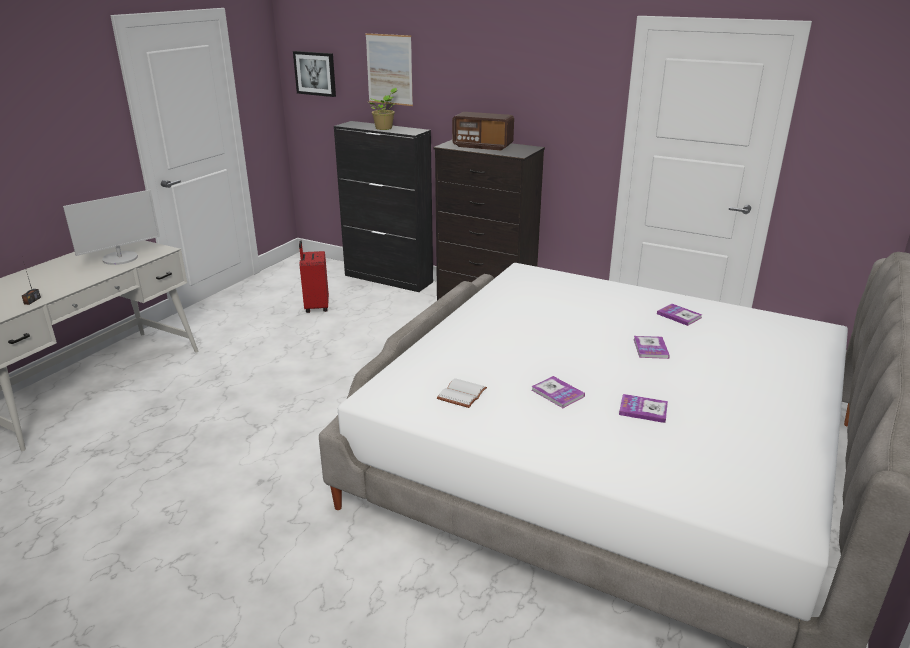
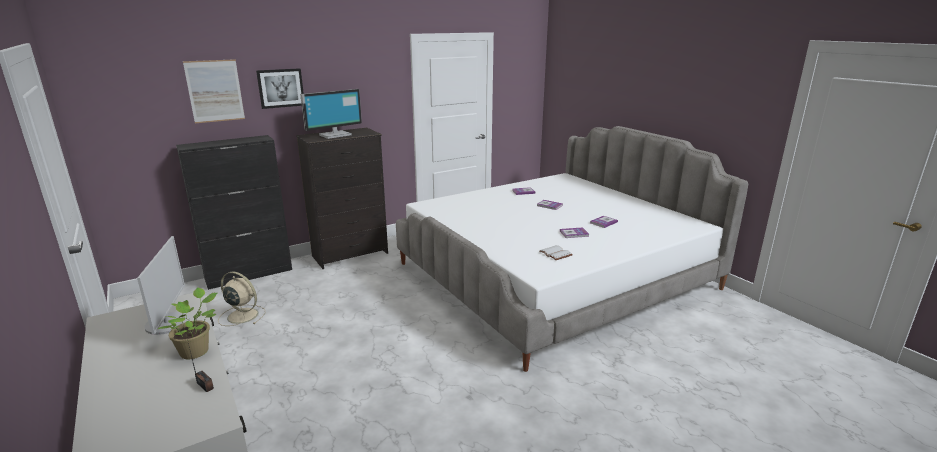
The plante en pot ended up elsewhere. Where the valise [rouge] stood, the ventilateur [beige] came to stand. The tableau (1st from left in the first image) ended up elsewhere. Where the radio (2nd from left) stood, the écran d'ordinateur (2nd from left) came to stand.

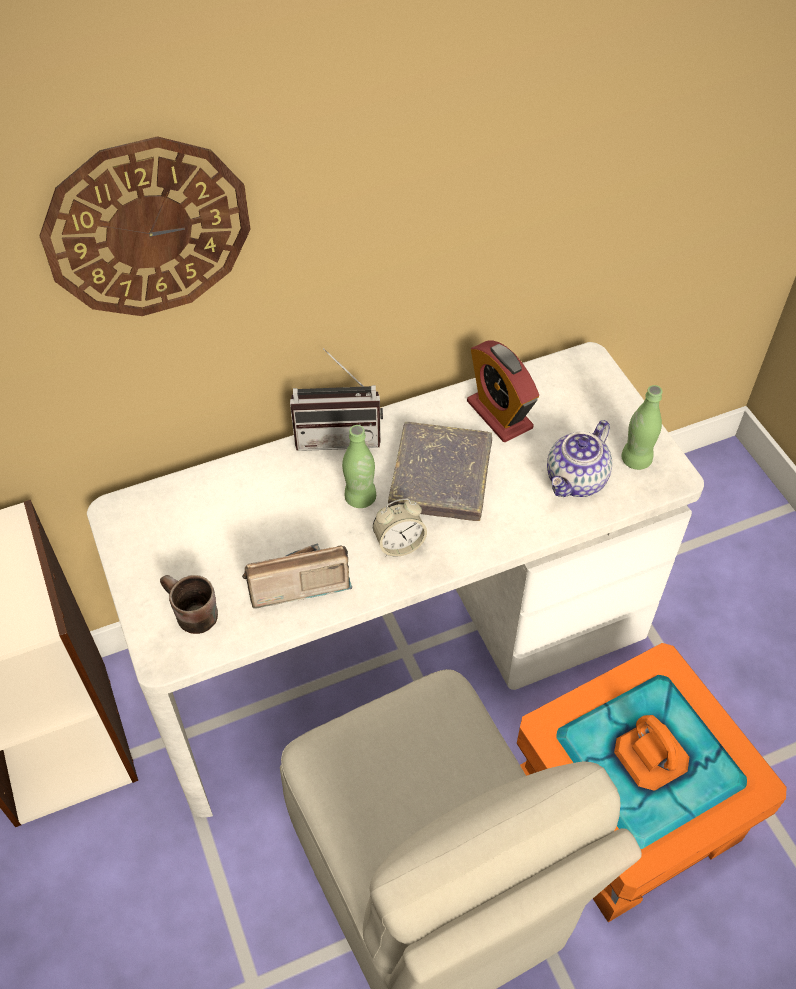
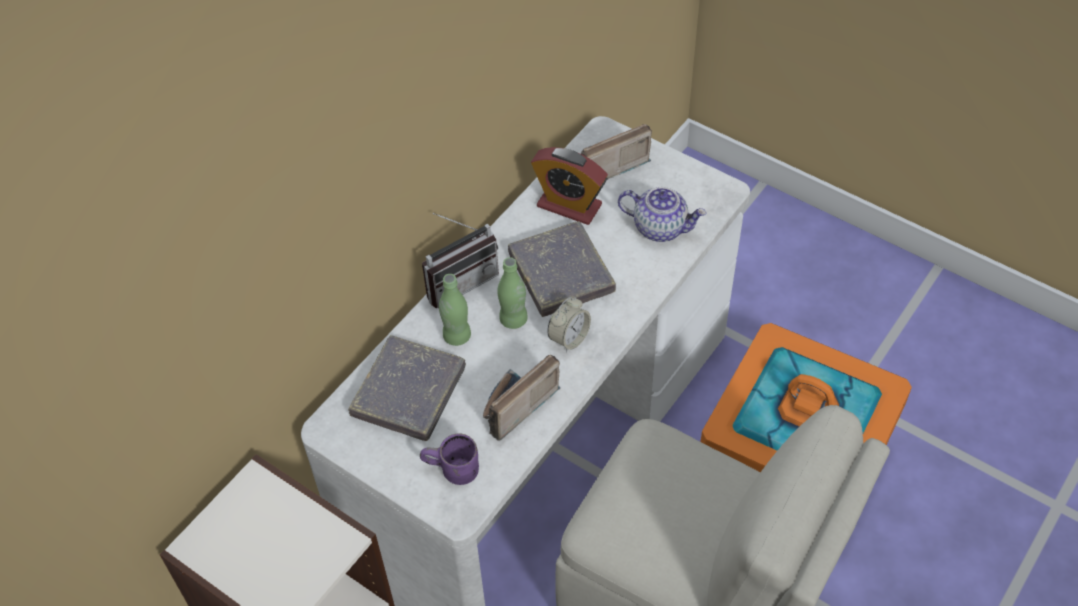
The second view gained the livre [gris] (1st from left). What was the mug [marron] turned into the mug [violet]. The bouteille [vert] (2nd from left in the first image) ended up elsewhere. The second view gained the radio (3rd from left). The théière ended up facing another way, 75 degrees counterclockwise from before. The second view lost the horloge murale.

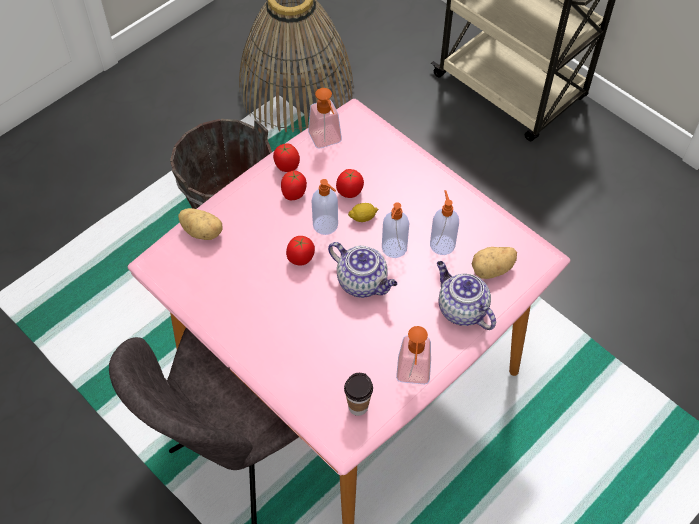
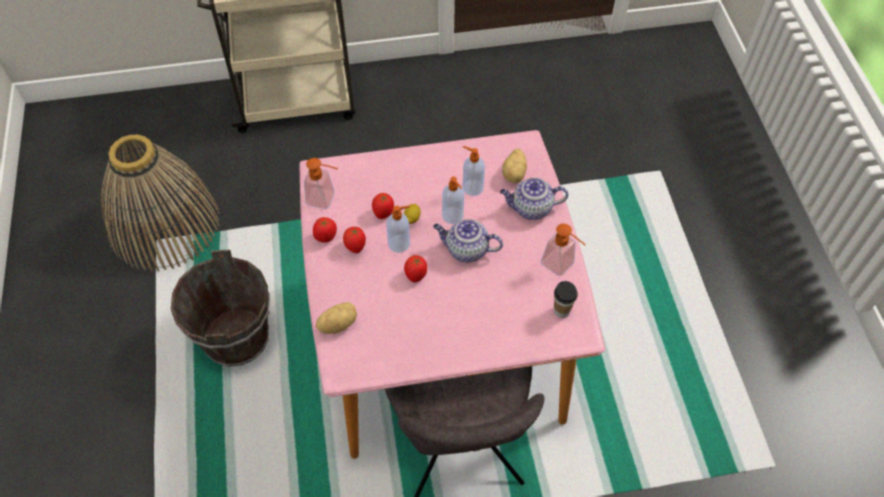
The théière (1st from left) ended up facing another way, 150 degrees counterclockwise from before.

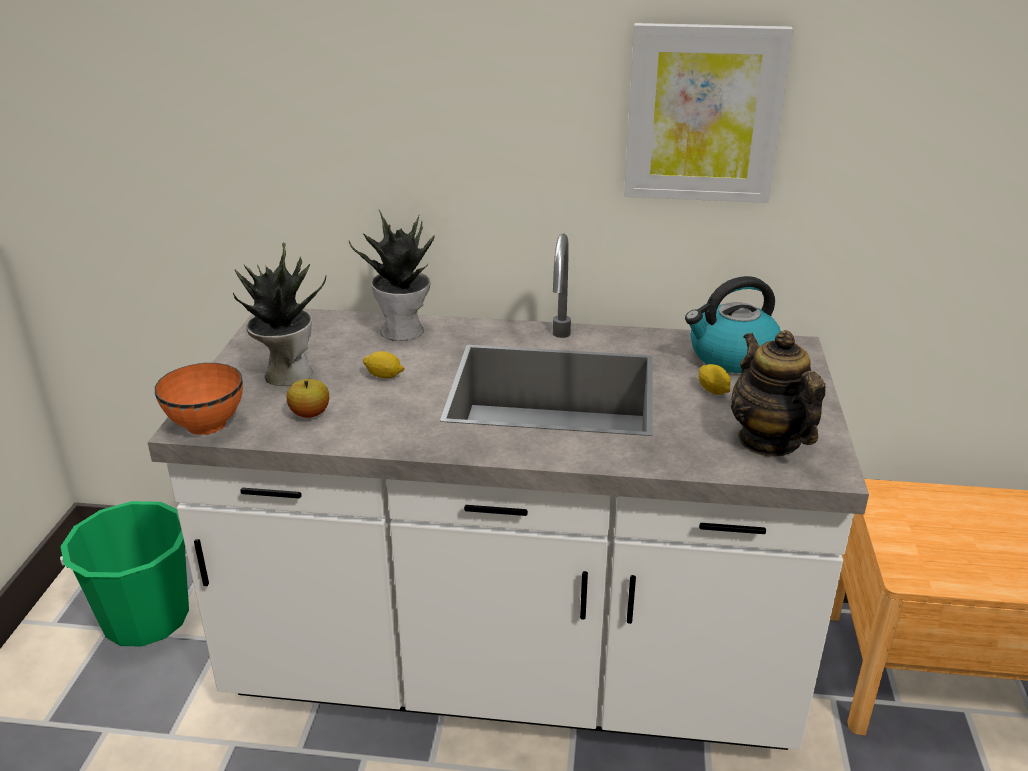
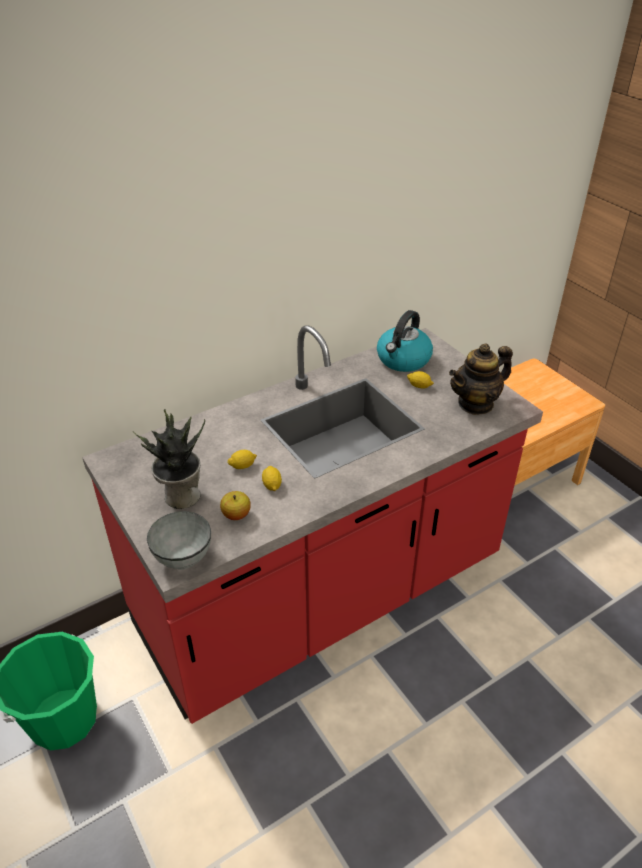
What was the comptoir de cuisine [blanc] turned into the comptoir de cuisine [rouge]. What was the bol [orange] turned into the bol [gris]. The second view gained the citron (2nd from left). The théière ended up facing another way, 60 degrees counterclockwise from before. The second view lost the plante en pot (2nd from left). The second view lost the tableau.

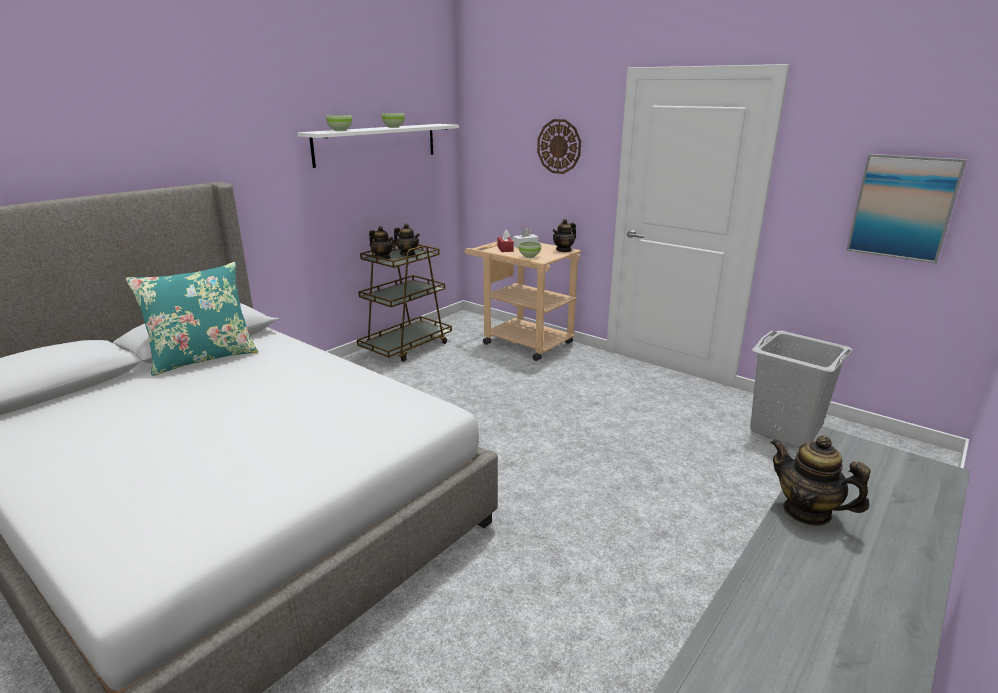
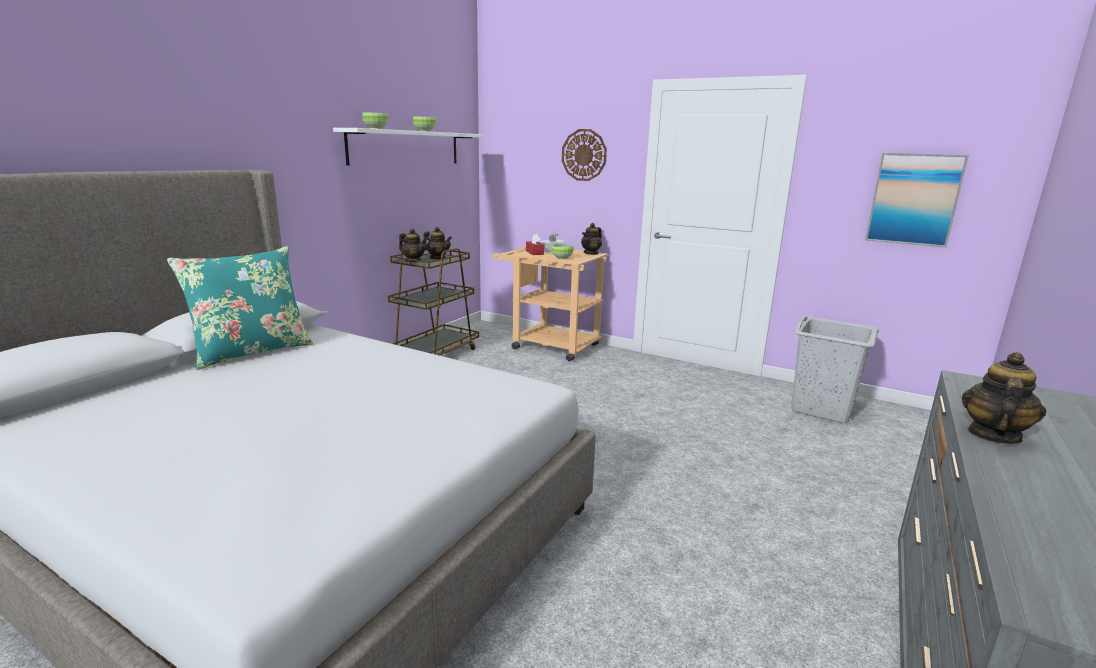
The théière (4th from left) ended up facing another way, 90 degrees clockwise from before.

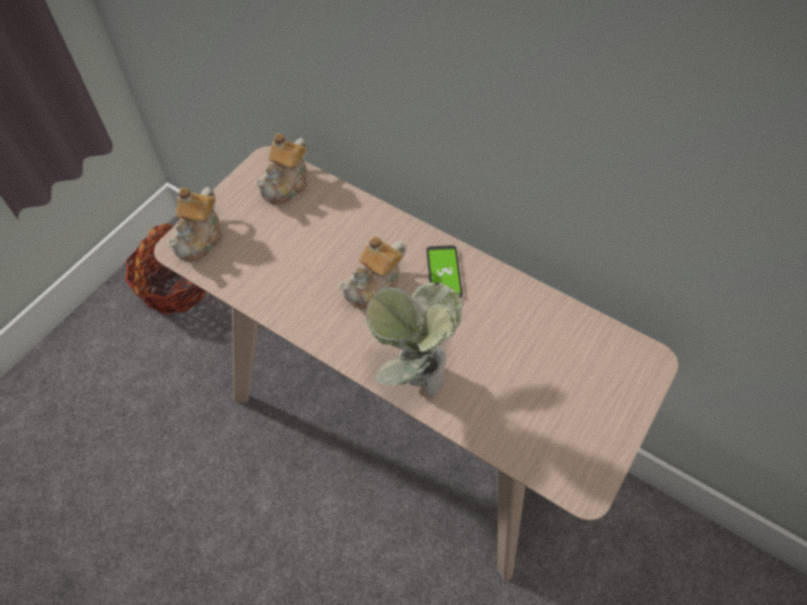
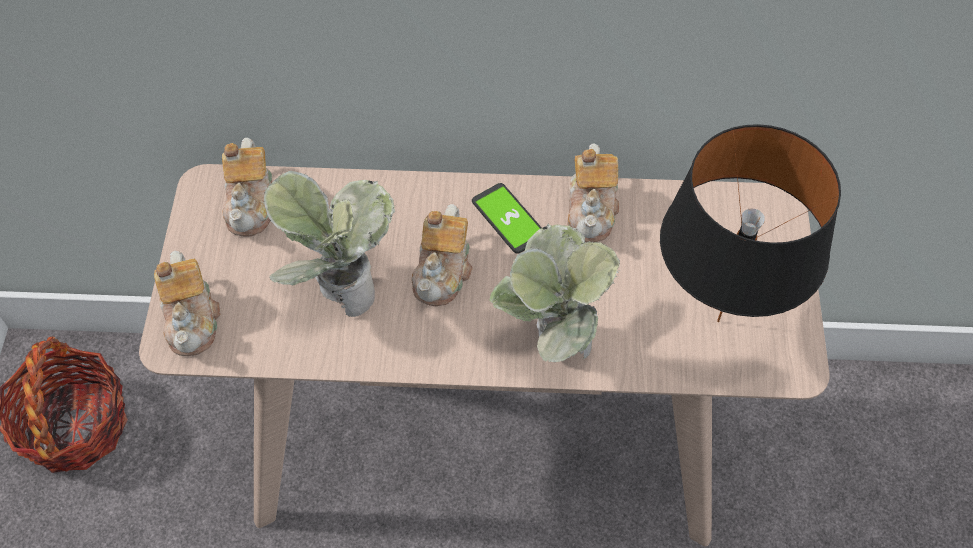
The second view gained the plante en pot (1st from left). The second view gained the théière (4th from left). The second view gained the lampe de table [noir].

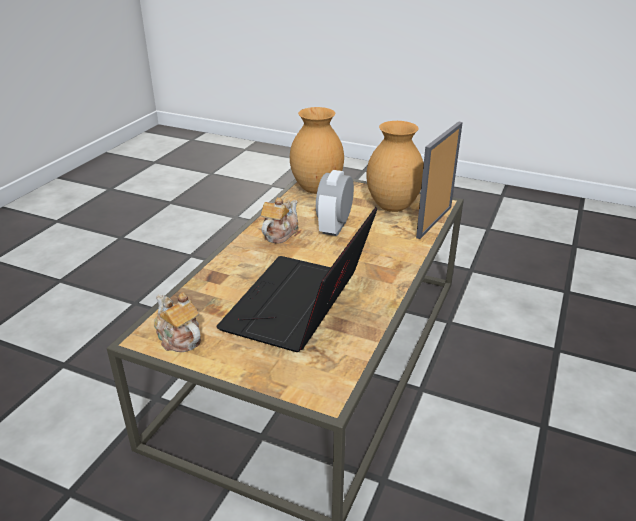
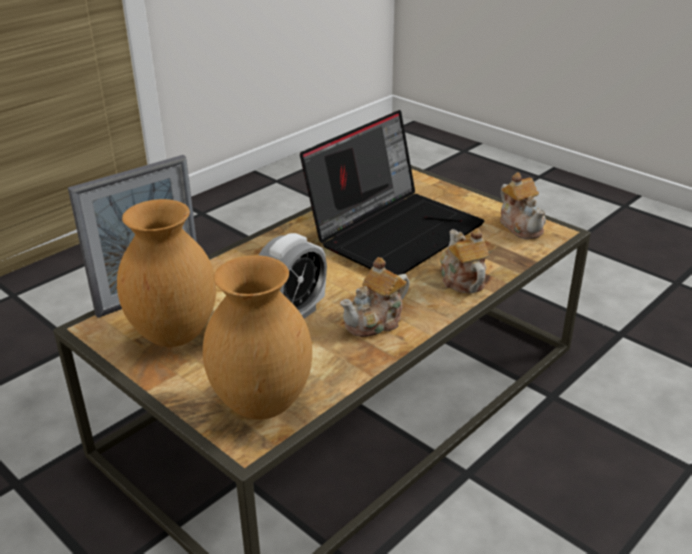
The second view gained the théière (2nd from left).

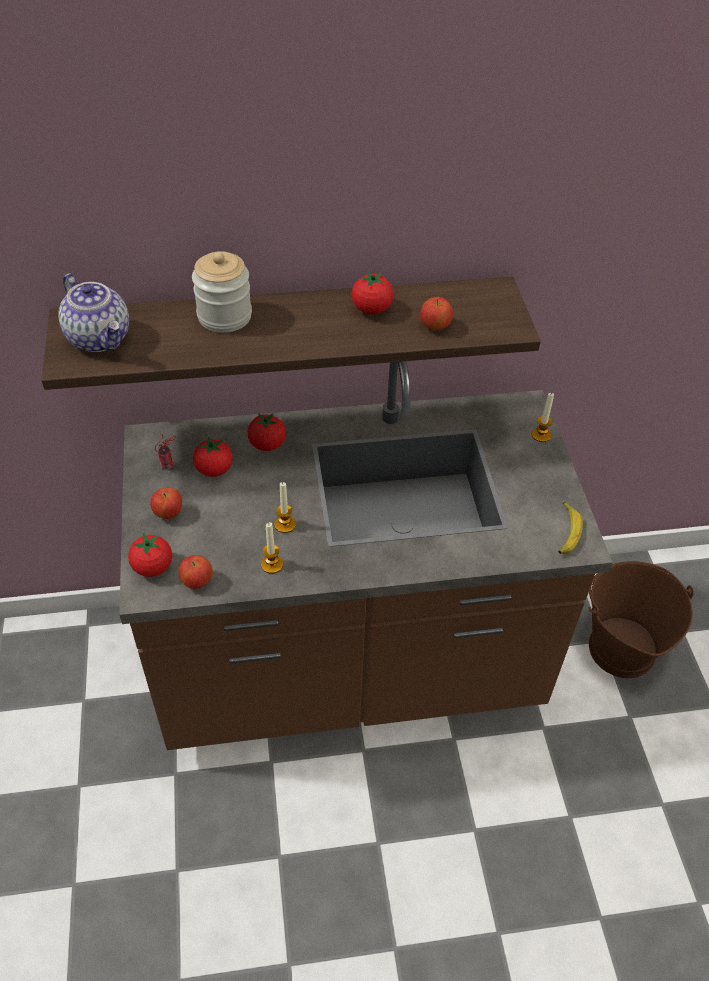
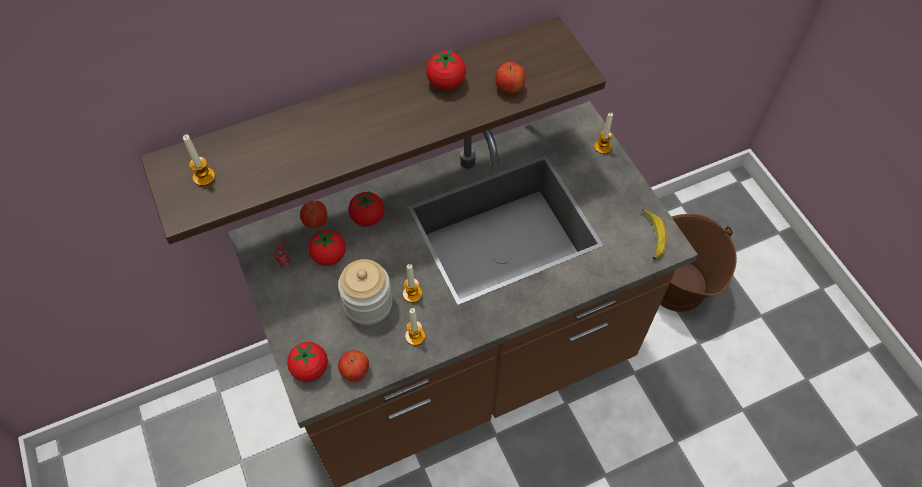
Where the théière stood, the bougie (1st from left) came to stand. The pomme (1st from left) ended up elsewhere. The bocal ended up elsewhere.

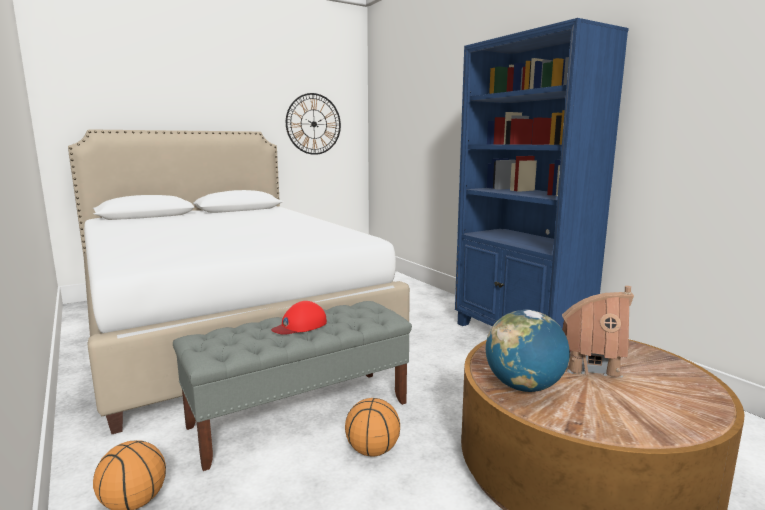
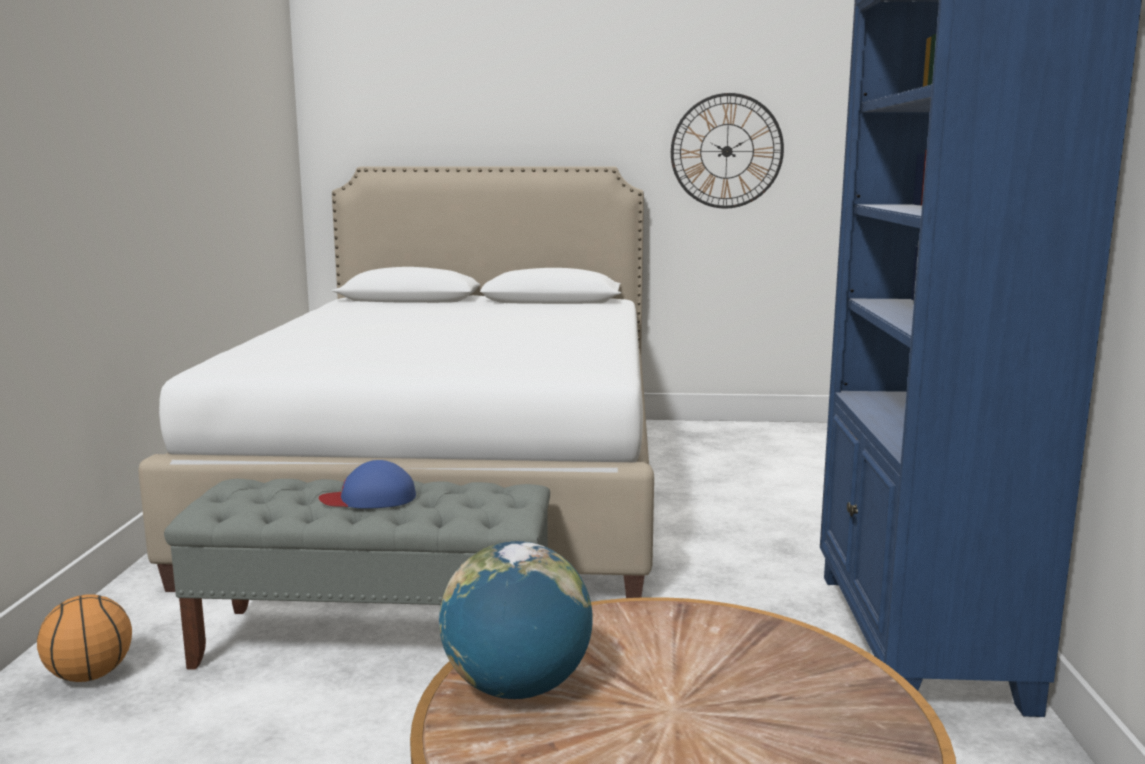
What was the casquette [rouge] turned into the casquette [bleu]. The second view lost the ballon de basket (2nd from left). The second view lost the maison miniature.

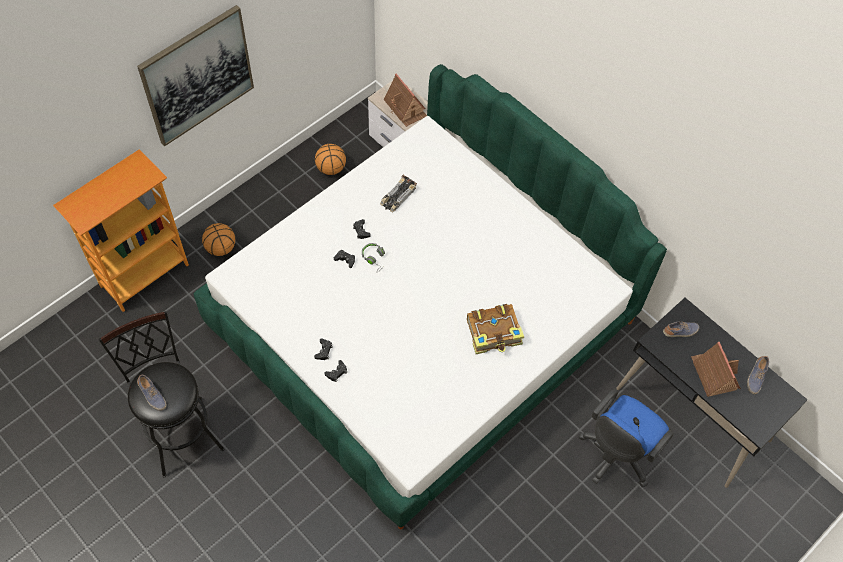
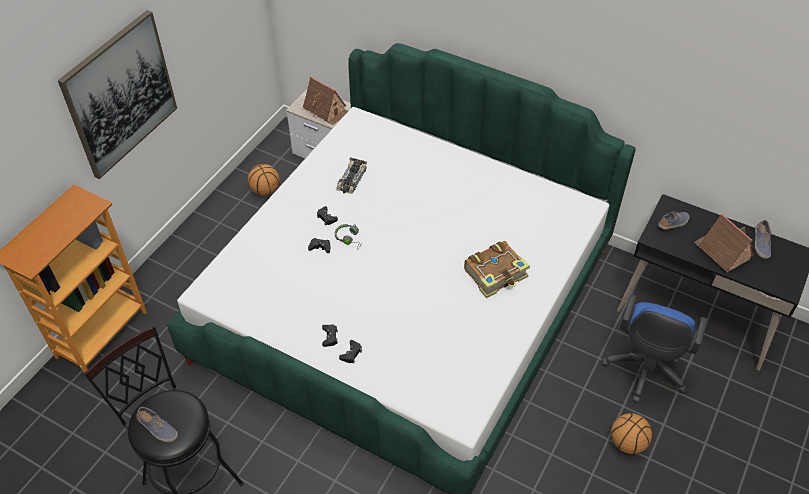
The ballon de basket (1st from left in the first image) ended up elsewhere.

